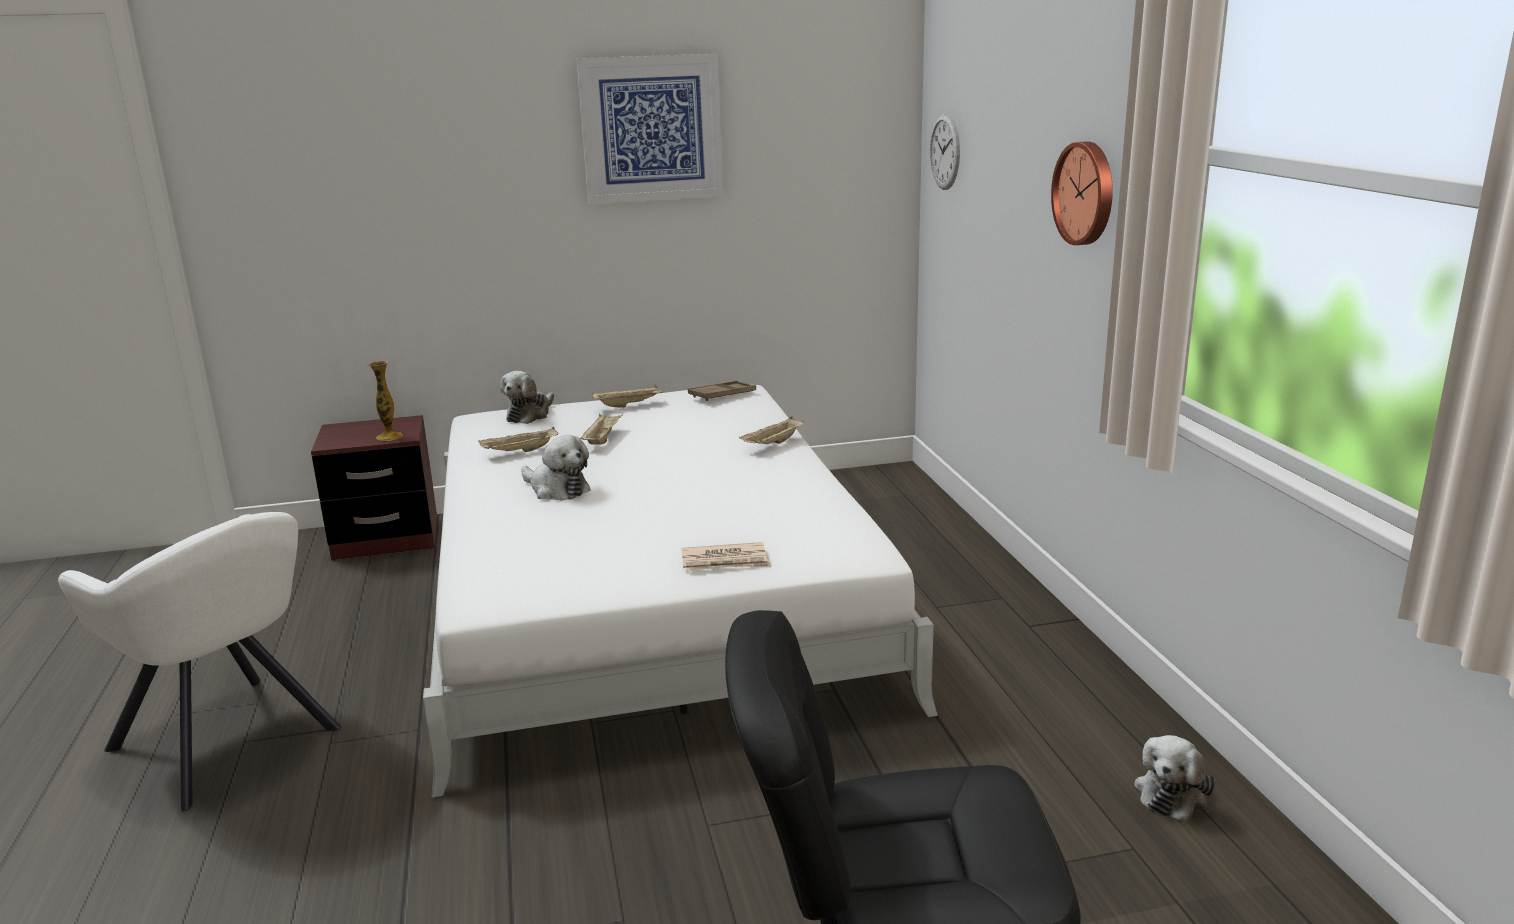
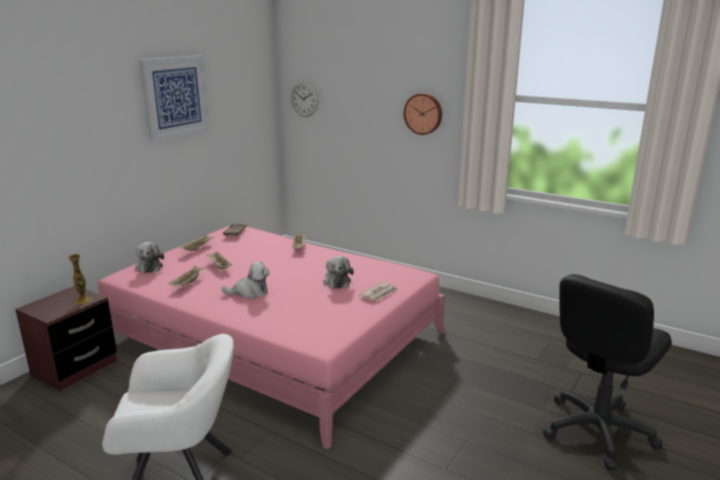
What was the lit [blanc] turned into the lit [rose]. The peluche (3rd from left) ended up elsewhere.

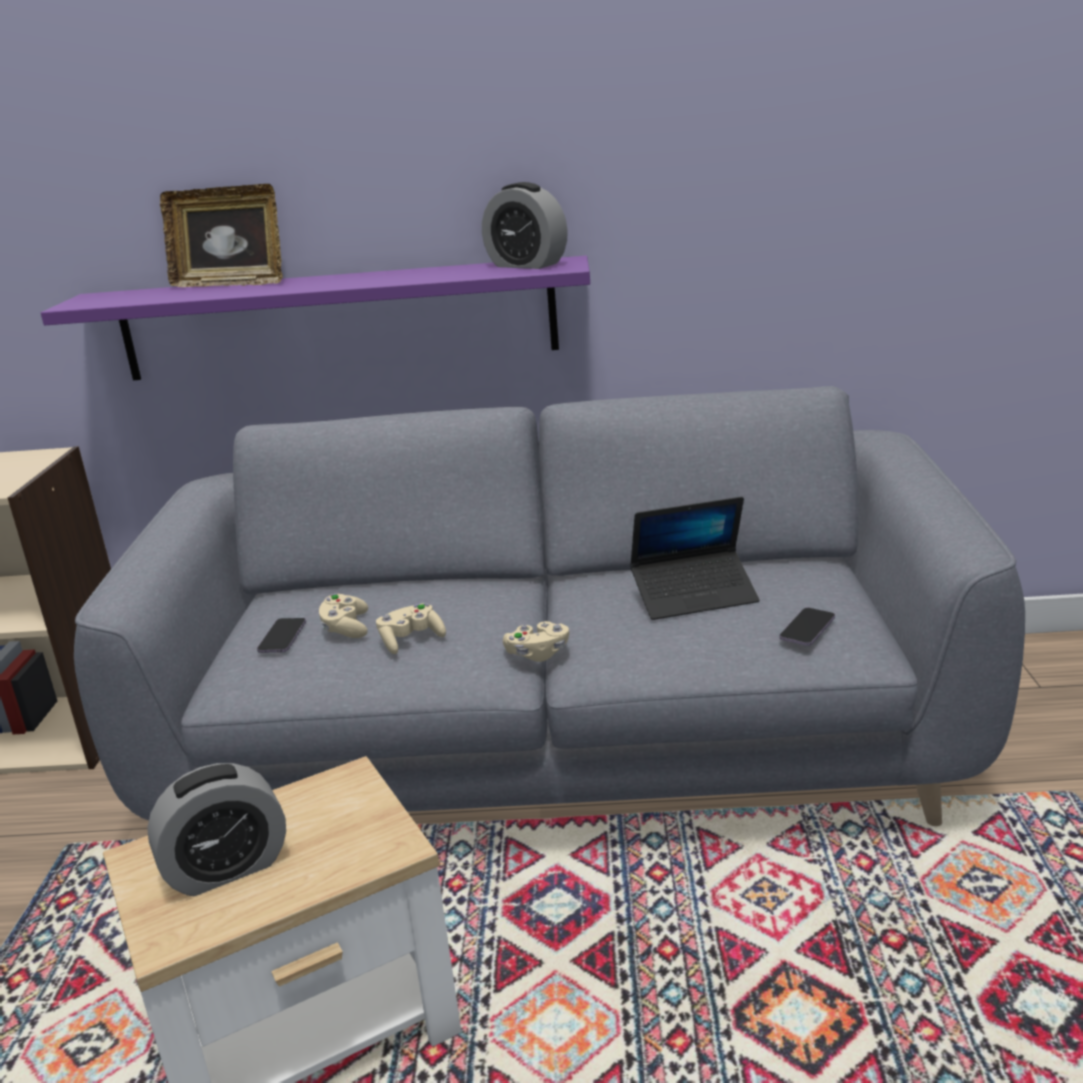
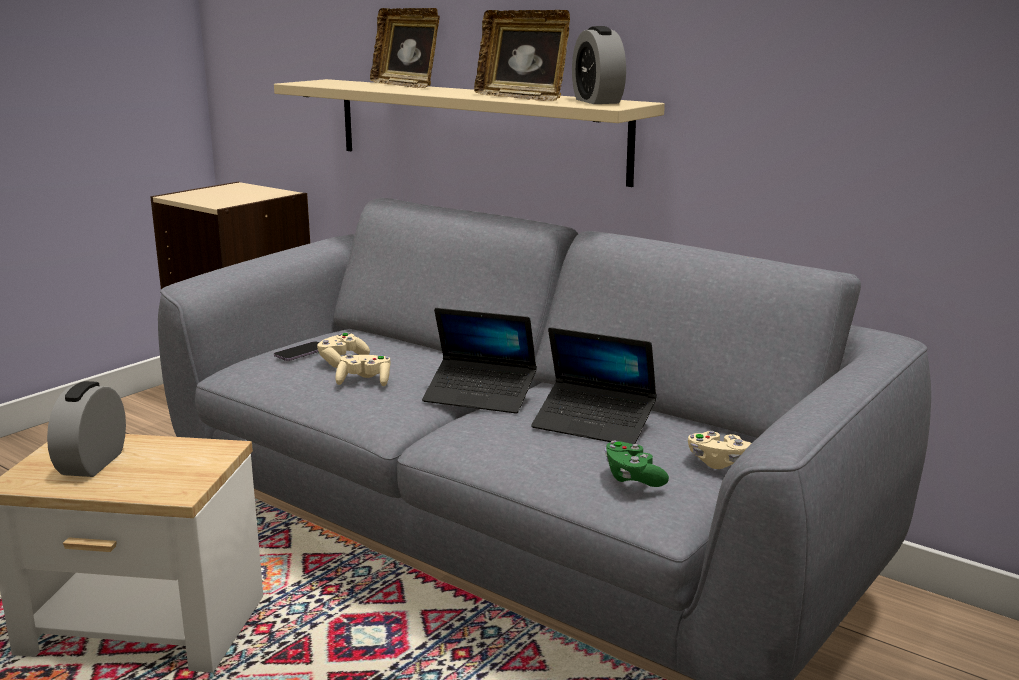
The réveil (1st from left) ended up facing another way, 90 degrees clockwise from before. What was the étagère [violet] turned into the étagère [beige]. The second view gained the ordinateur portable (1st from left). The second view gained the cadre photo (2nd from left). Where the téléphone (2nd from left) stood, the manette [vert] came to stand. The manette [beige] (3rd from left) ended up elsewhere.

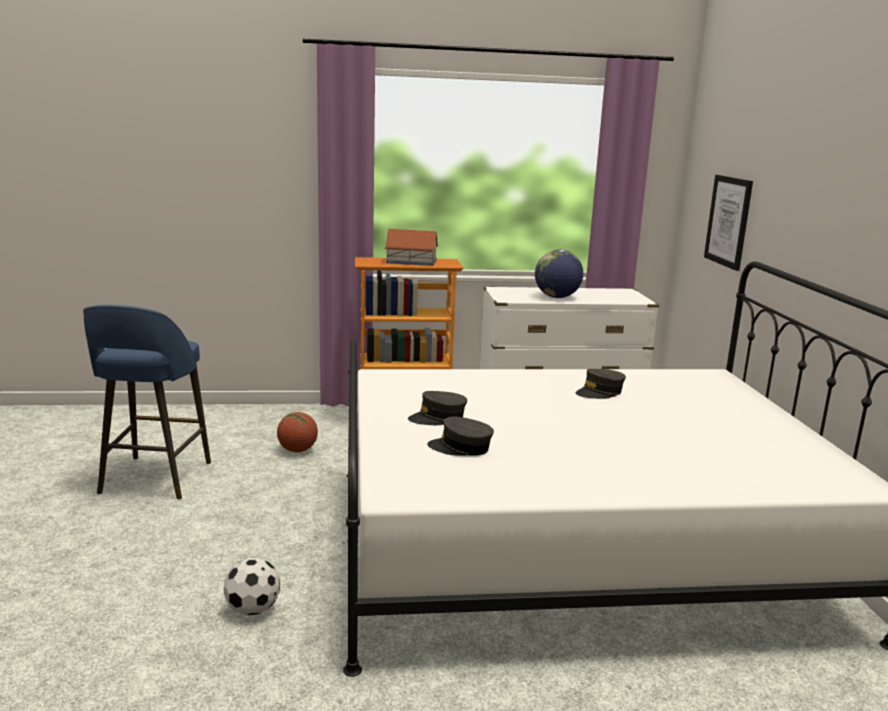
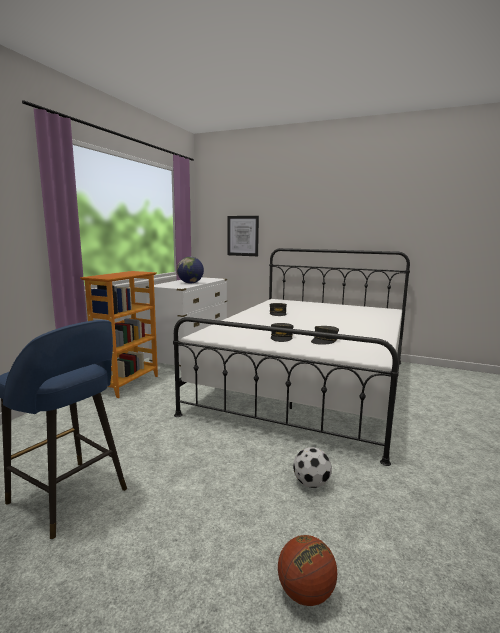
The ballon de basket ended up elsewhere. The second view lost the maison miniature.

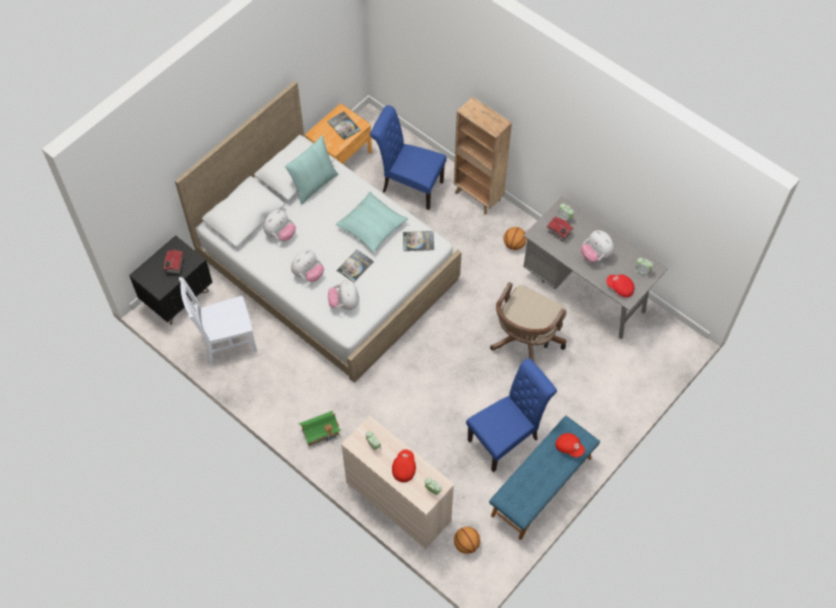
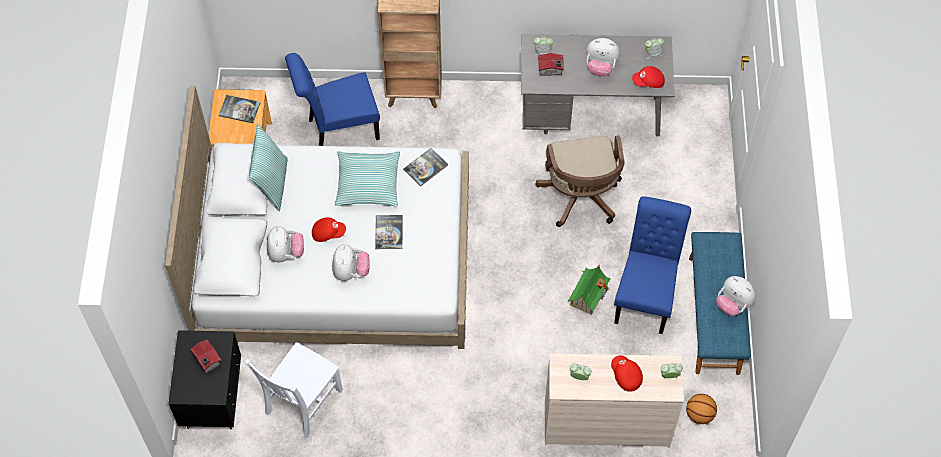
The casquette [rouge] (2nd from left in the first image) ended up elsewhere. The maison miniature (2nd from left in the first image) ended up elsewhere. The peluche (3rd from left in the first image) ended up elsewhere. The second view lost the ballon de basket (2nd from left).

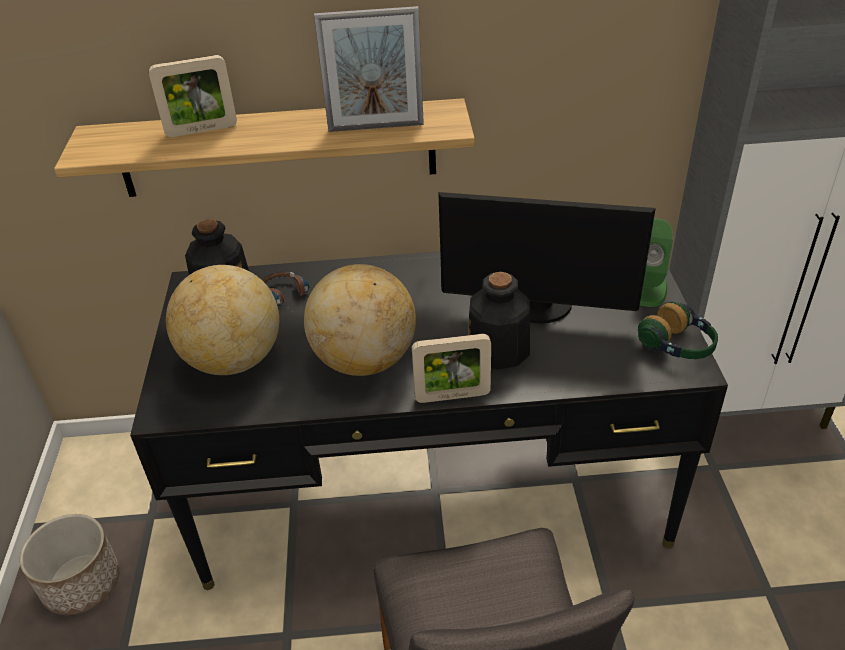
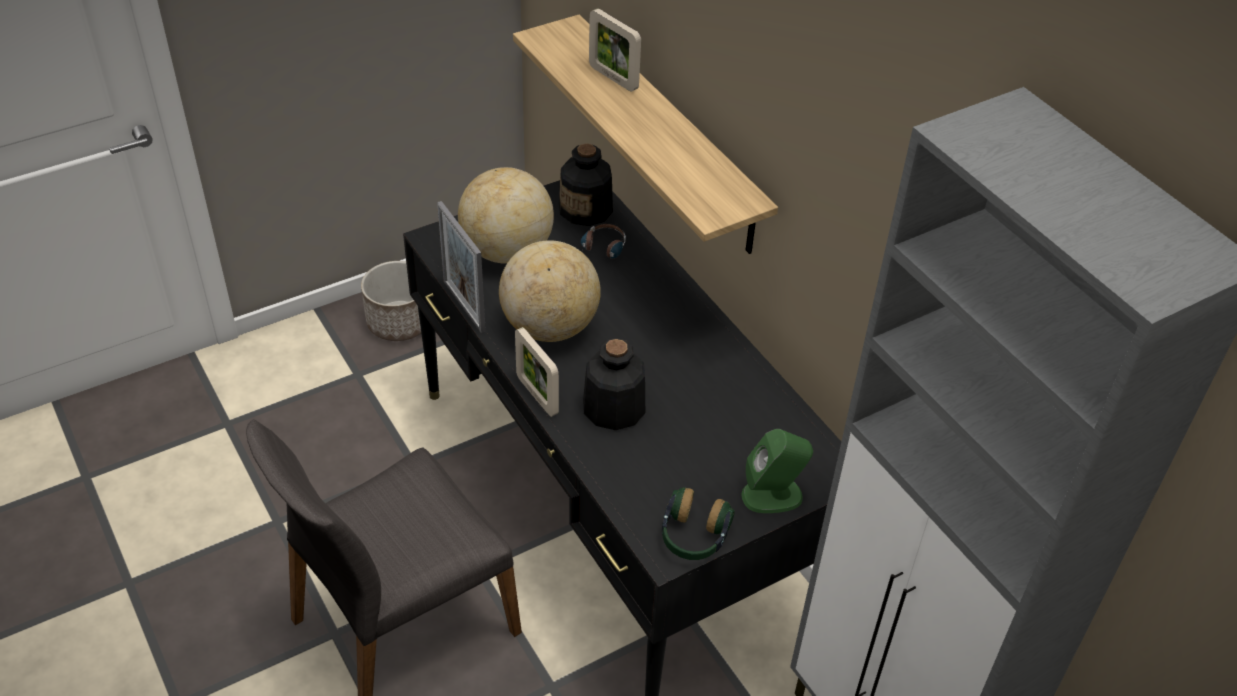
The cadre photo (2nd from left in the first image) ended up elsewhere. The second view lost the écran d'ordinateur.

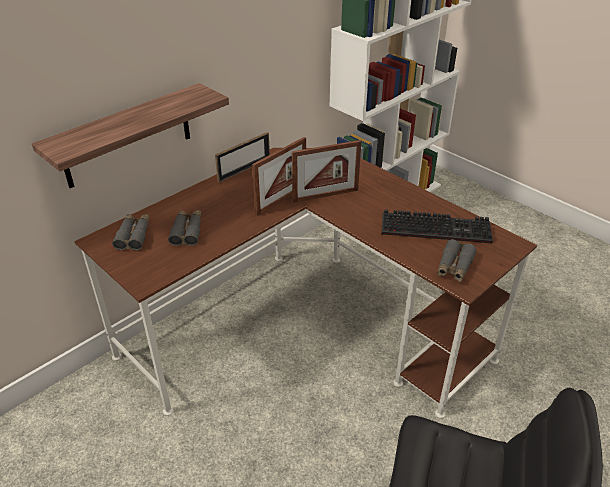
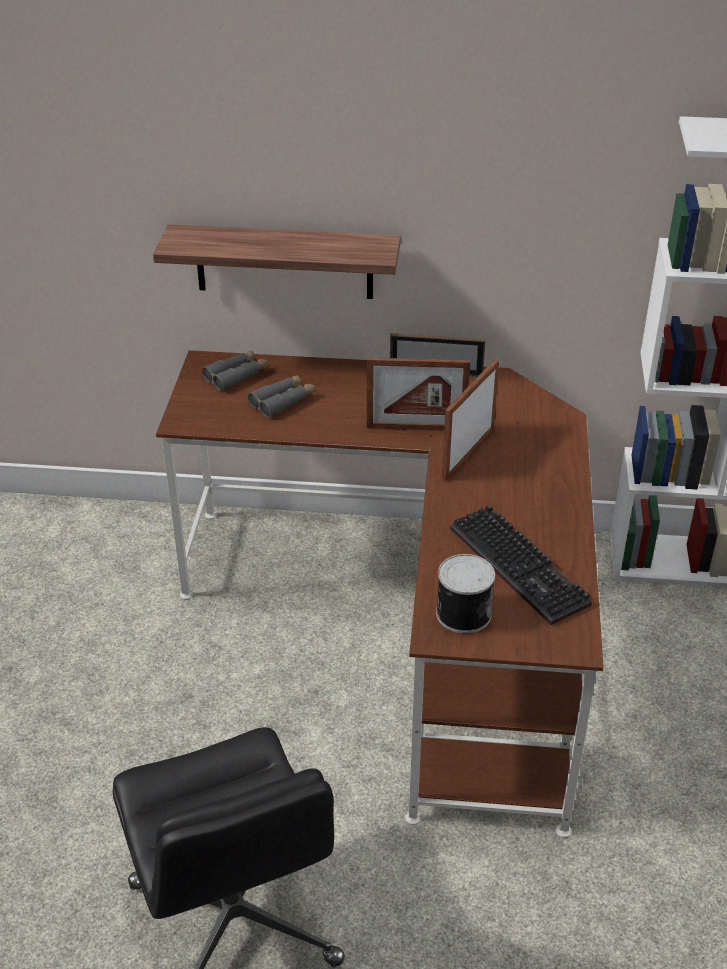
Where the jumelles [gris] (3rd from left) stood, the boîte métallique came to stand. The cadre photo (3rd from left) ended up facing another way, 90 degrees clockwise from before.

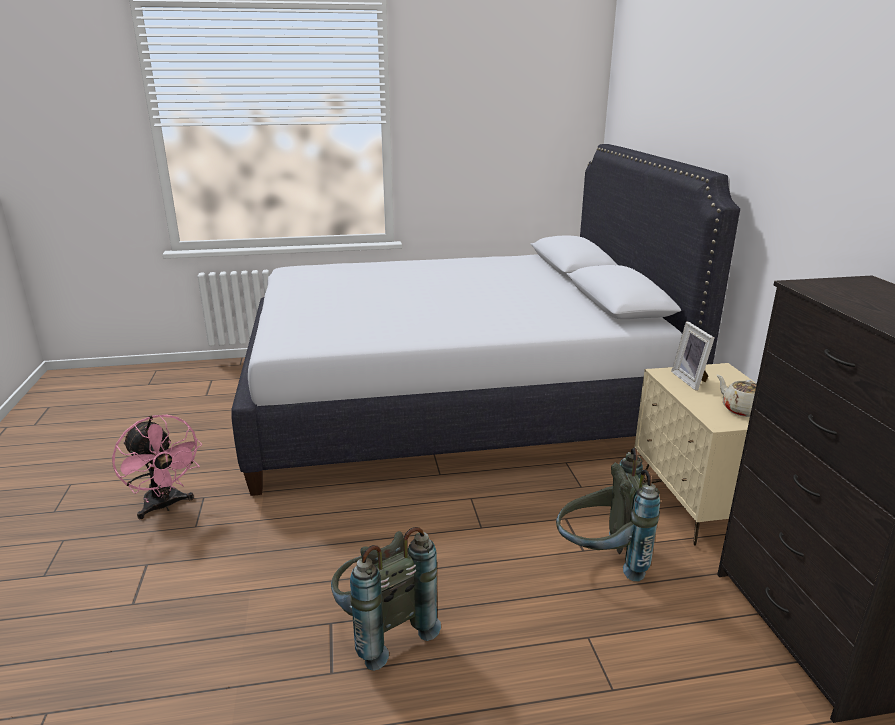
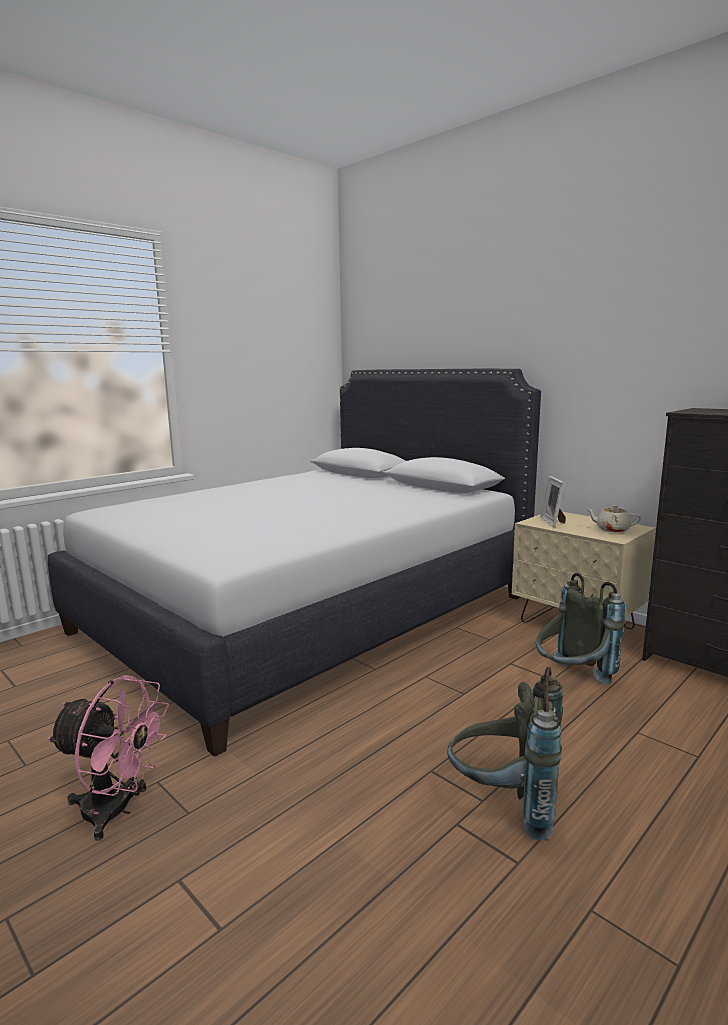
The cadre photo ended up facing another way, 45 degrees clockwise from before.

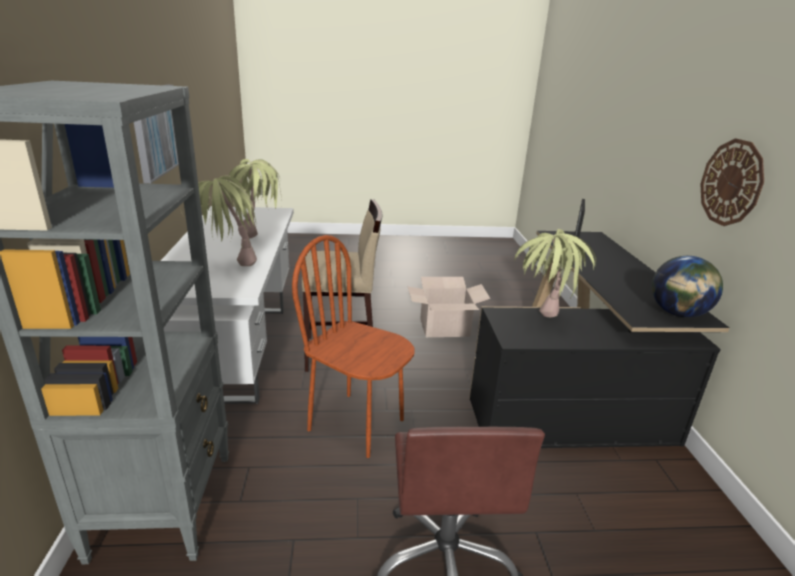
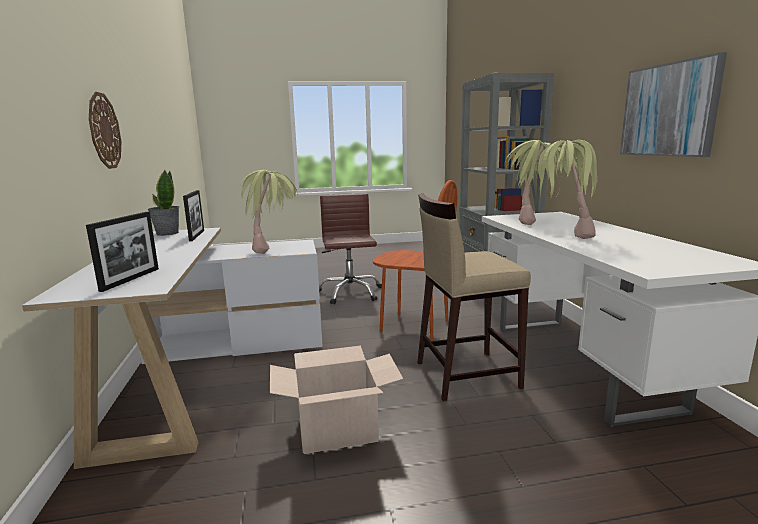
What was the bureau [noir] turned into the bureau [blanc] (1st from left). Where the globe stood, the plante en pot (1st from left) came to stand. The second view gained the cadre photo (2nd from left).

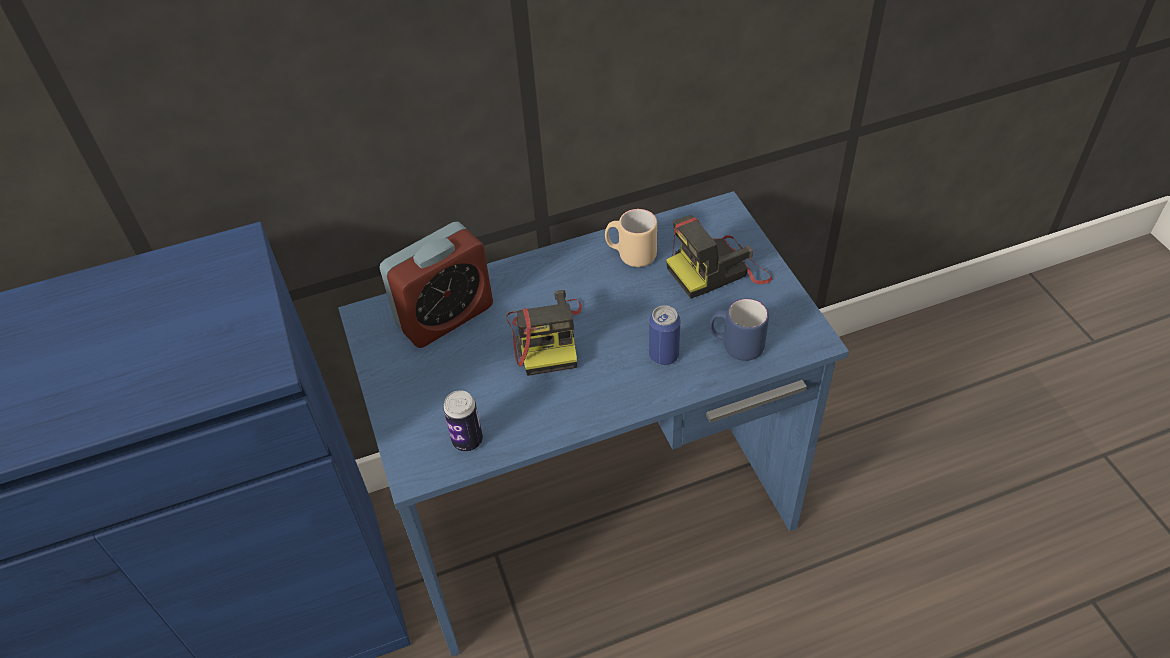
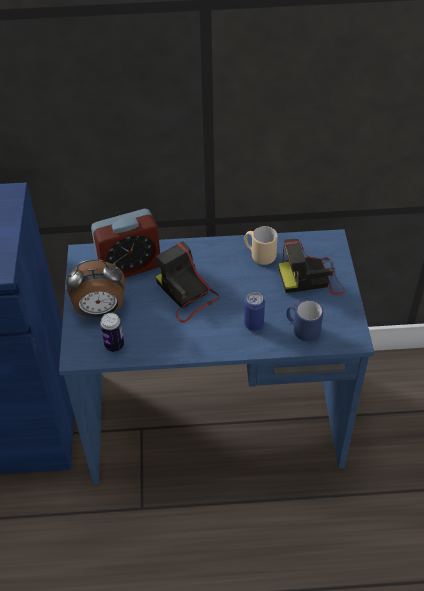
The second view gained the réveil (1st from left). The appareil photo (1st from left) ended up facing another way, 135 degrees clockwise from before.

